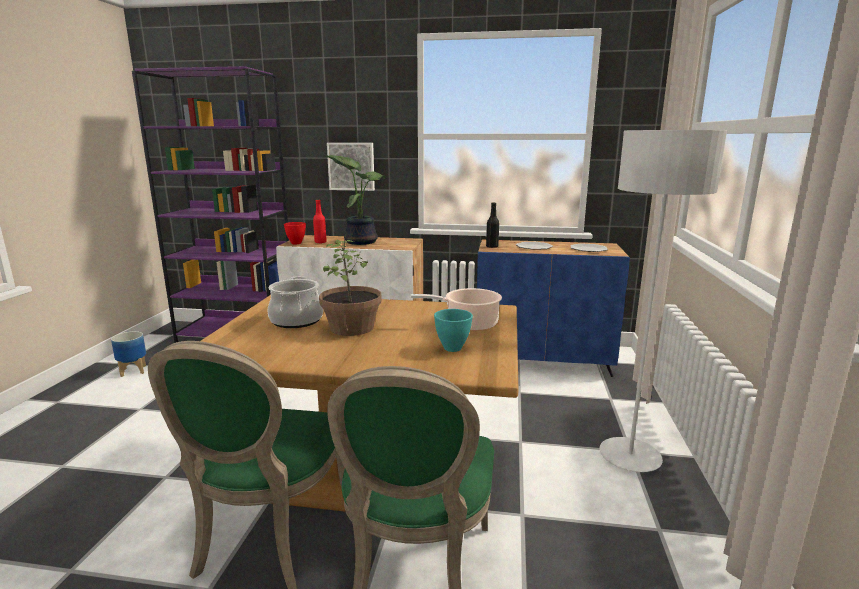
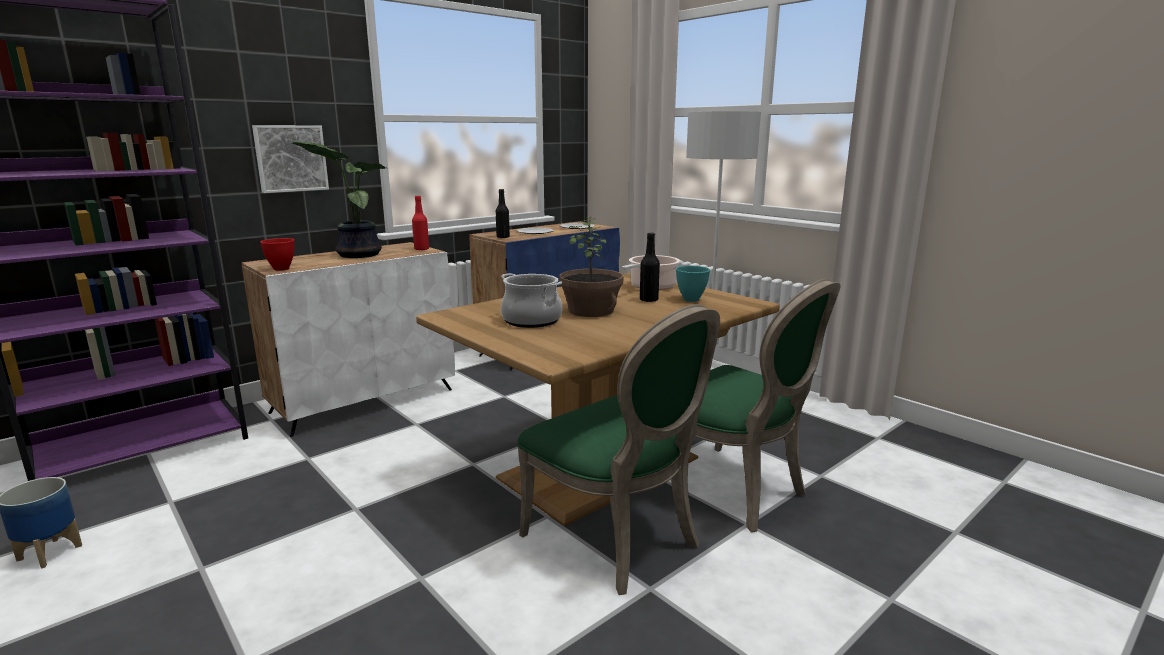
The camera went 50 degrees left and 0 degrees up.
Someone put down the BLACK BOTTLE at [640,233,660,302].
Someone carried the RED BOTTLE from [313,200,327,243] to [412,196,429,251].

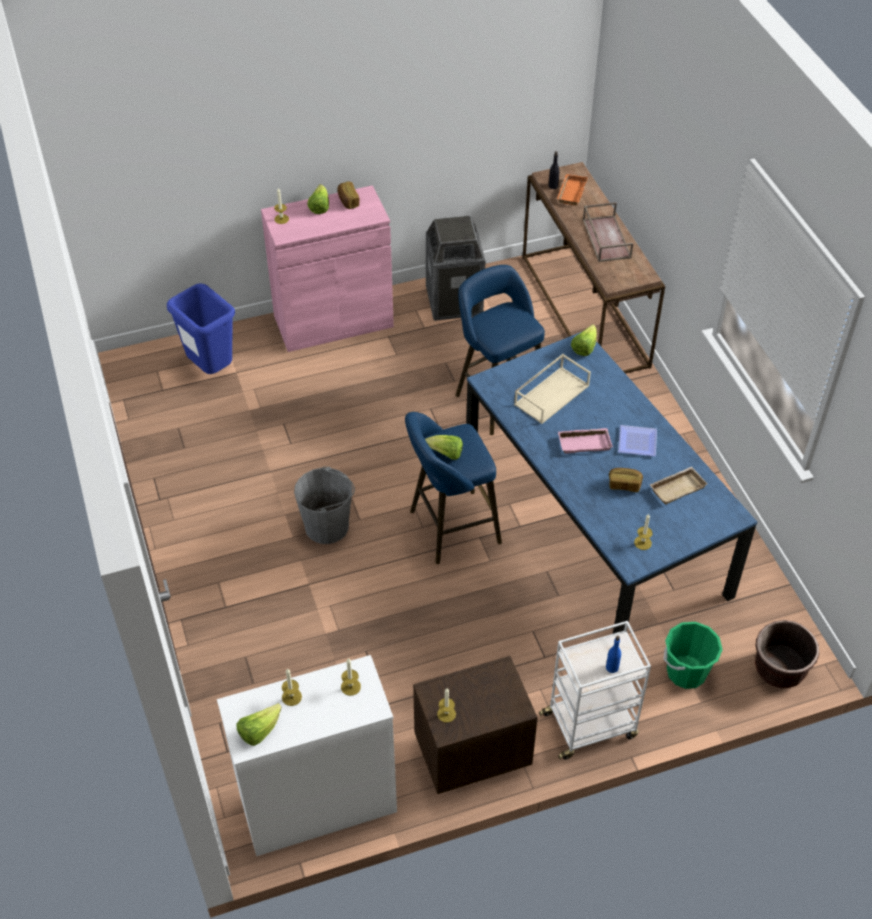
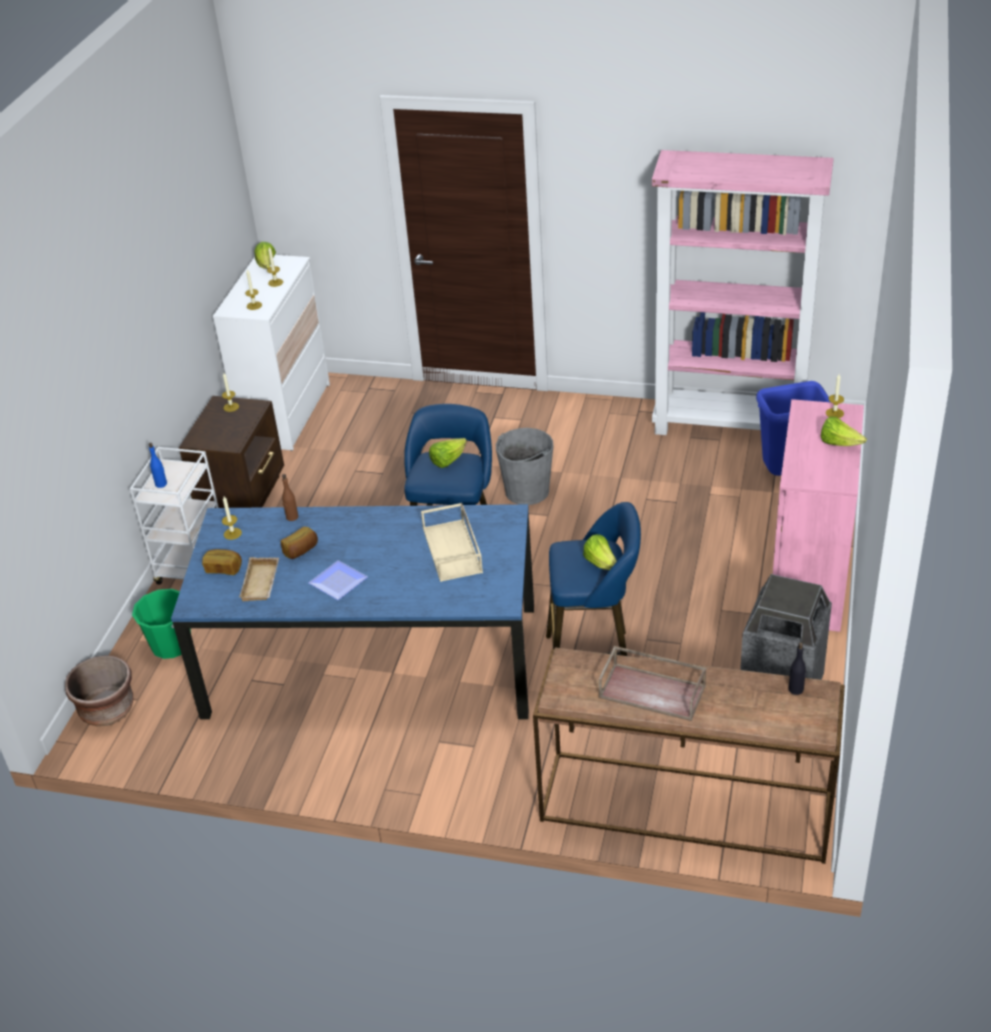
The camera went 125 degrees right and 10 degrees down.
Someone took away the ORANGE TRAY at [557,174,588,205].
Someone took away the PINK TRAY at [558,428,613,454].
Someone put down the BROWN BOTTLE at [282,474,298,521].
Someone put down the PINK BOOKCASE at [652,150,834,435].
Someone carried the BREAD from [337,182,360,209] to [202,549,242,575].
Someone carried the LETTUCE HEAD from [571,324,597,356] to [583,534,617,570].

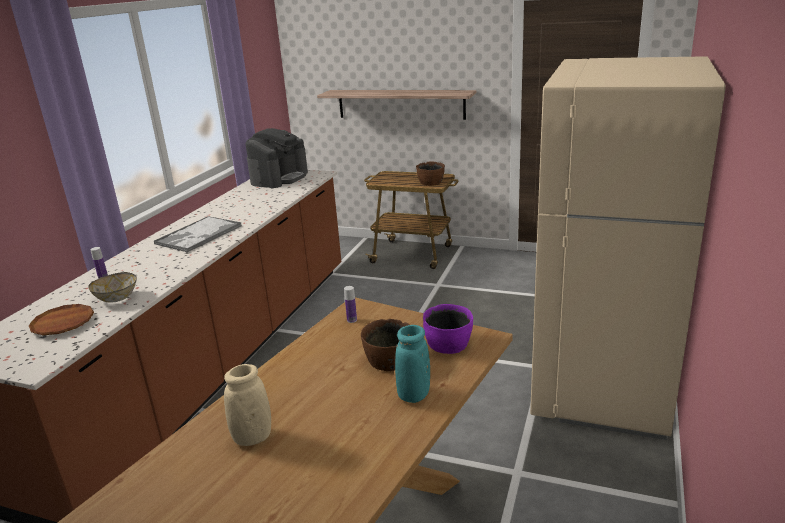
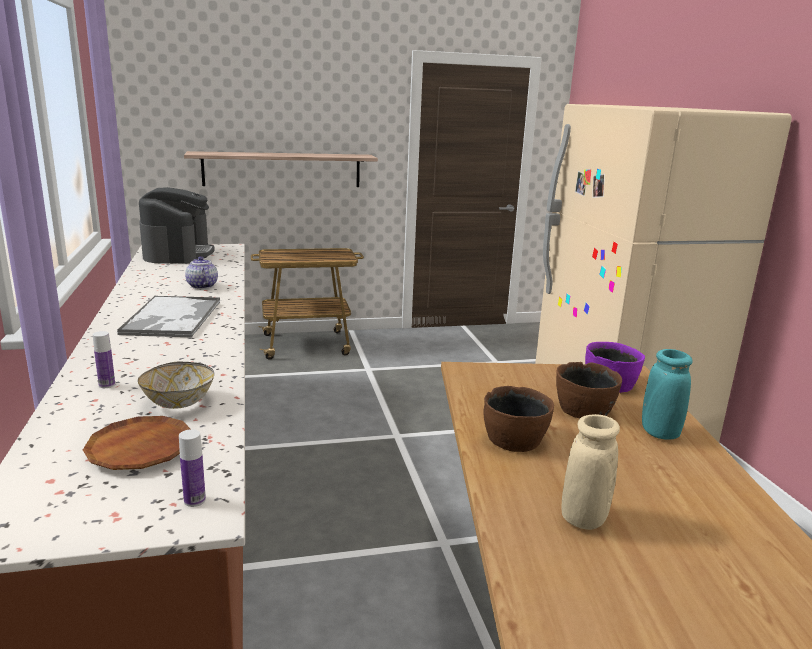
The camera went 35 degrees left and 5 degrees down.
Someone put down the POT FOR TEA at [185,256,218,289].
Someone carried the BOTTLE from [344,286,357,323] to [179,429,206,507].
Someone carried the BROWN BOWL from [416,162,445,186] to [483,386,554,452].

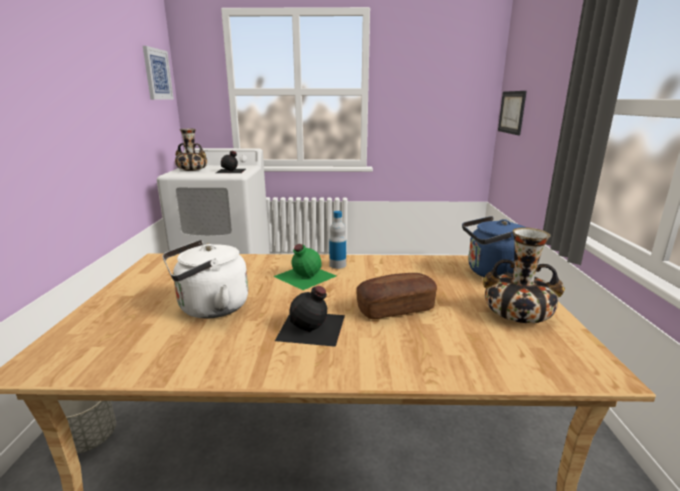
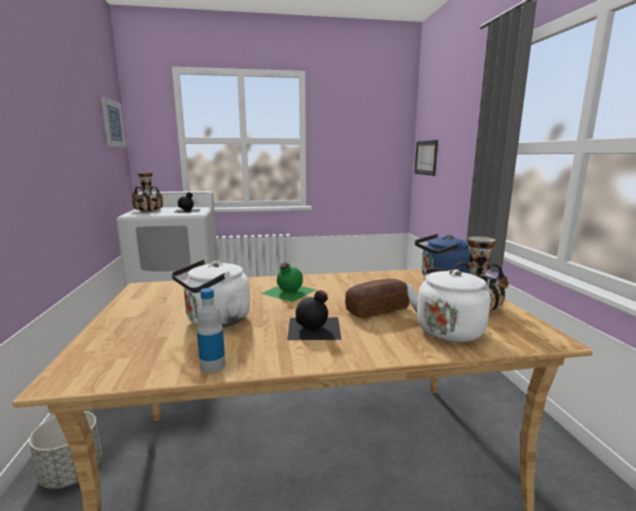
The camera went 10 degrees left and 5 degrees down.
Someone put down the WHITISH WATER KETTLE at [406,268,496,342].
Someone carried the BOTTLE from [329,211,346,269] to [197,288,225,373].

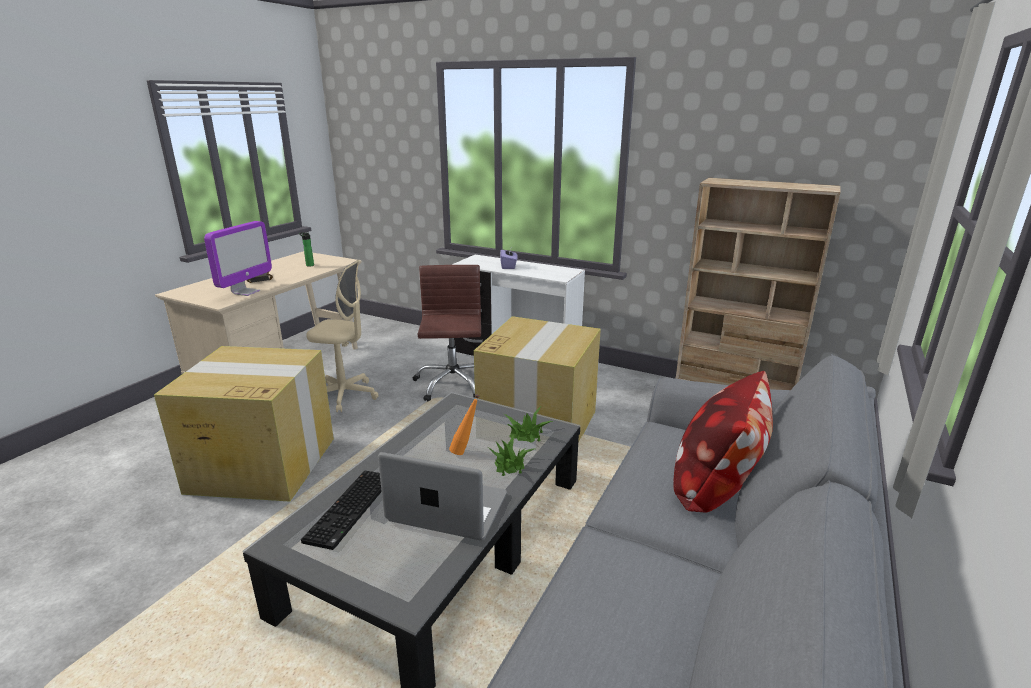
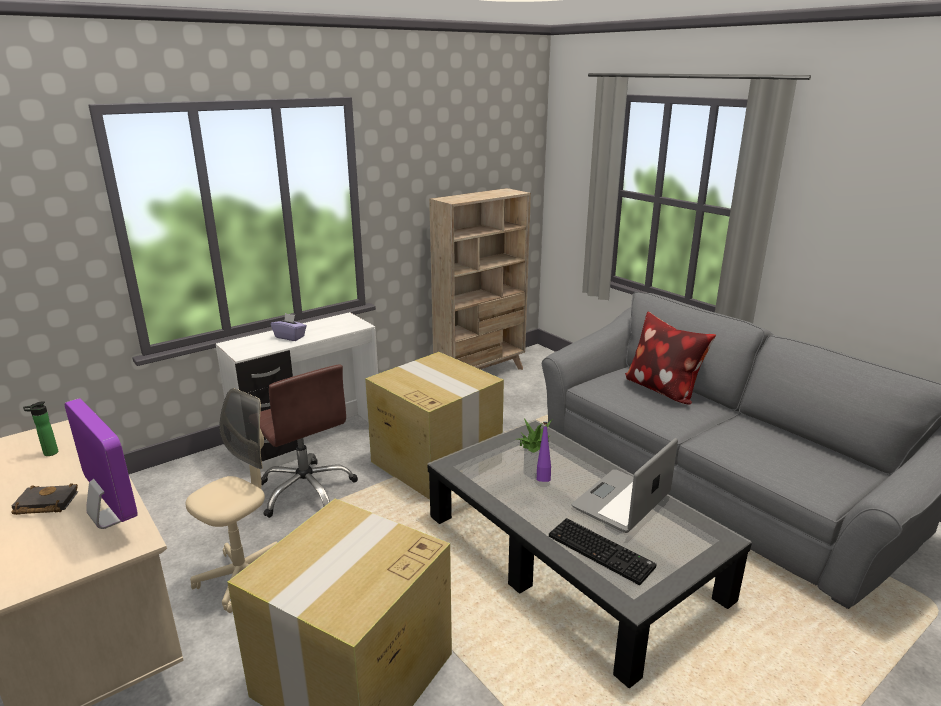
The camera went 65 degrees left and 0 degrees up.
Someone took away the POTTED PLANT at [489,435,534,476].
Someone repainted the ORANGE BOTTLE at [449,394,479,455], which became the PURPLISH BOTTLE at [537,422,551,482].
Someone rotated the BROWN COMPUTER CHAIR at [413,265,481,401] by 150 degrees counterclockwise.

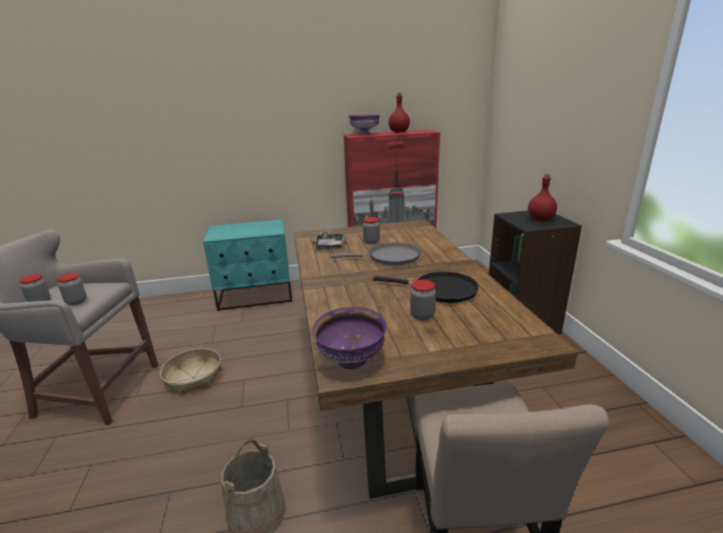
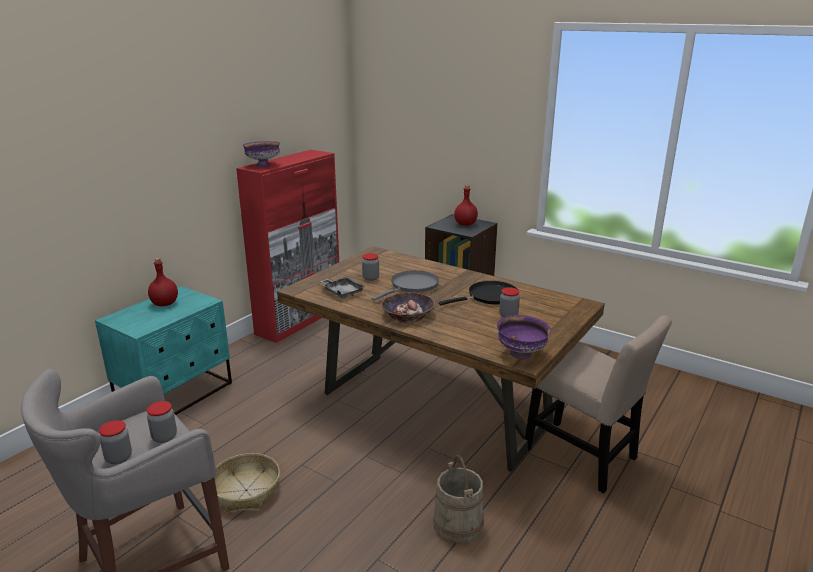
The camera went 45 degrees left and 0 degrees up.
Someone put down the BOWL at [381,292,435,323].
Someone carried the RED BOTTLE from [389,93,410,133] to [148,258,178,306].

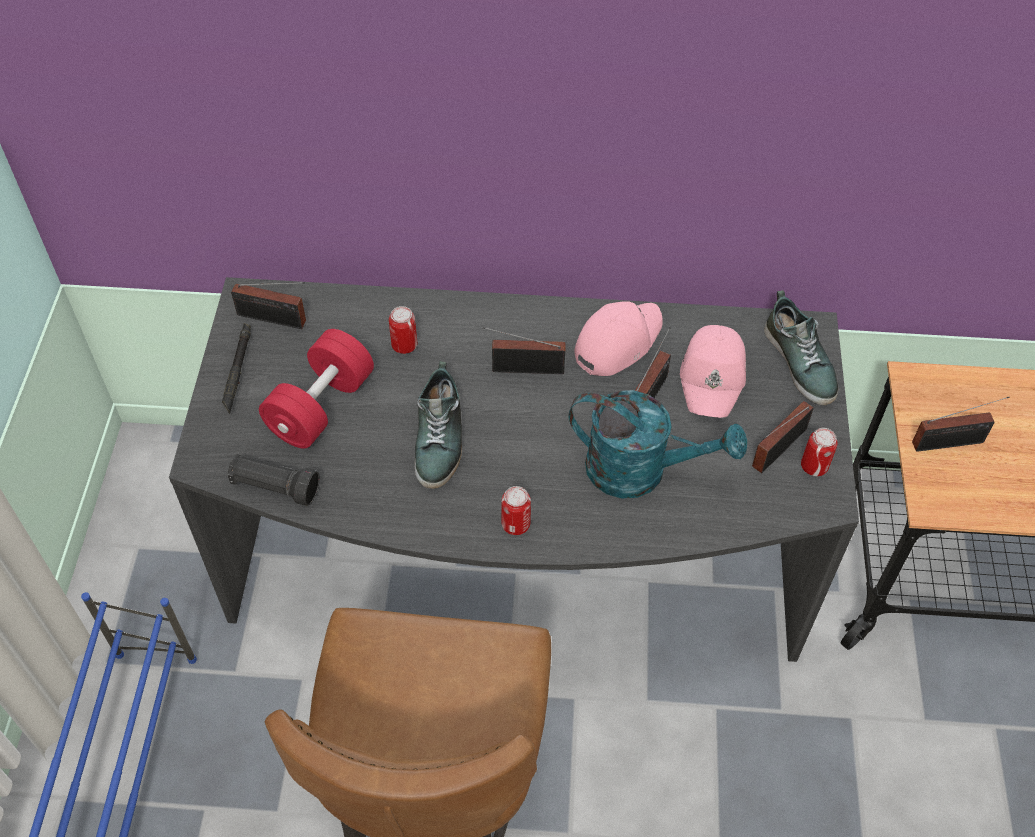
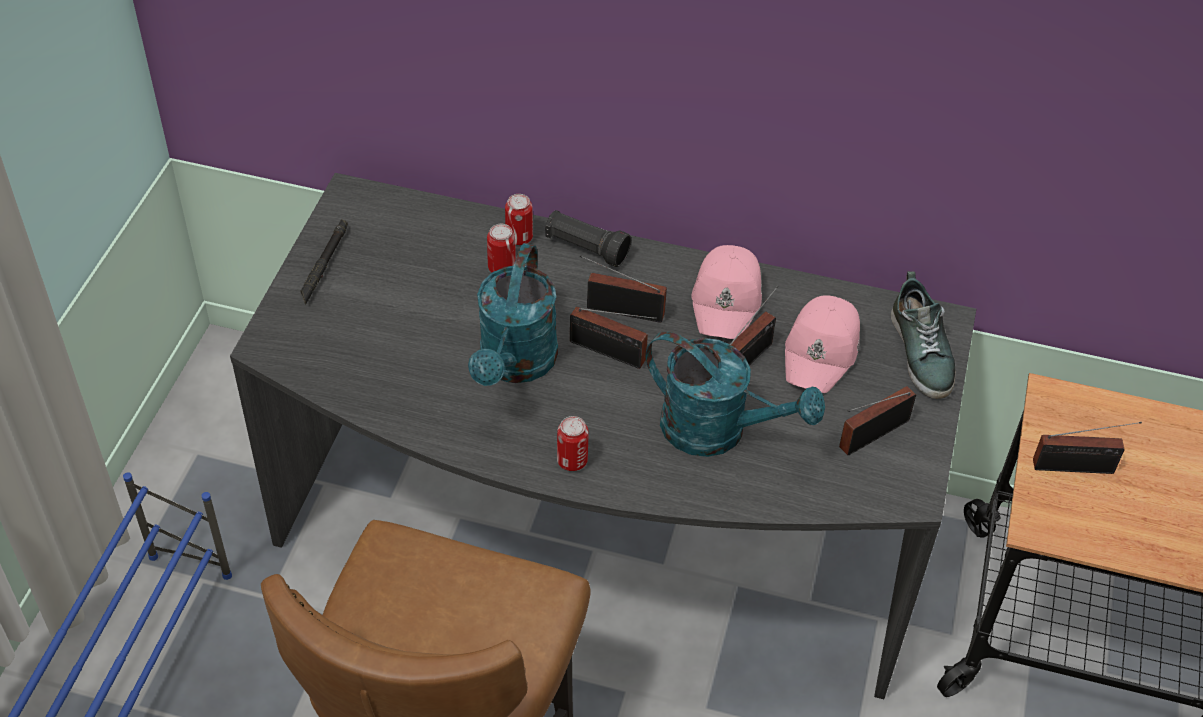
The camera went 10 degrees right and 5 degrees down.
Someone took away the RED FREE WEIGHT at [259,329,374,449].
Someone carried the BLACK FLASHLIGHT from [227,455,320,506] to [545,210,631,267].
Someone carried the RADIO RECEIVER from [231,282,306,329] to [570,307,657,369].
Someone carried the SEALED CAN from [801,428,838,476] to [505,194,533,245].
Someone swapped the LOW SHOE at [415,361,462,489] for the TURQUOISE WATERING CAN at [468,243,558,386].
Someone rotated the PINK BASEBALL CAP at [574,301,663,376] by 135 degrees clockwise.

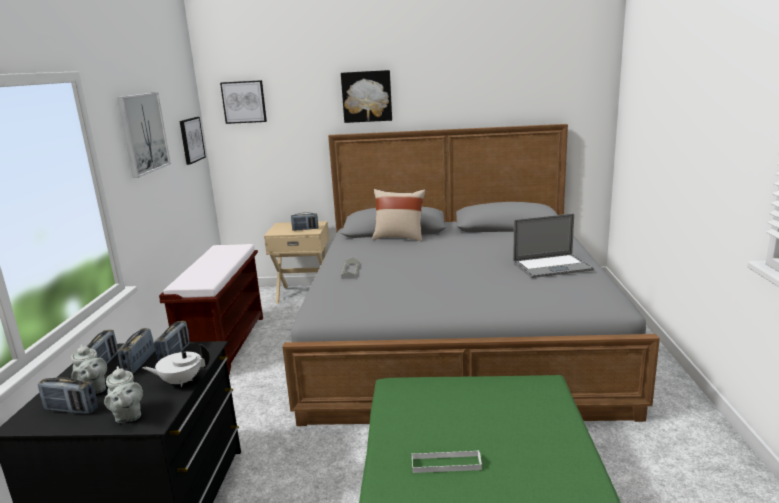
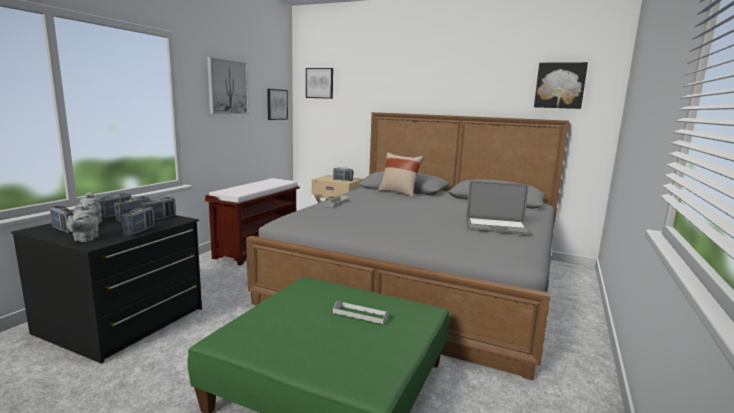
The camera went 20 degrees right and 5 degrees down.
Someone carried the PICTURE from [341,70,392,123] to [534,62,588,109].
Someone carried the WHITISH TRAY from [412,450,482,473] to [333,301,389,324].
Someone swapped the WHITISH POT FOR TEA at [142,344,210,387] for the RADIO RECEIVER at [122,206,154,236].

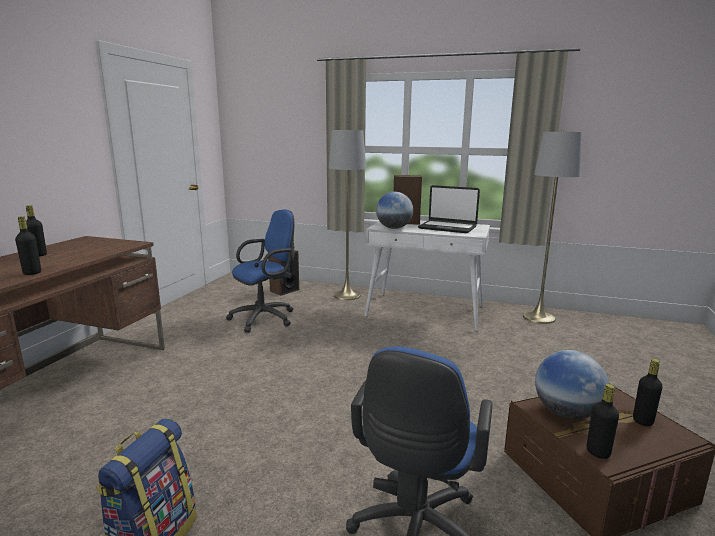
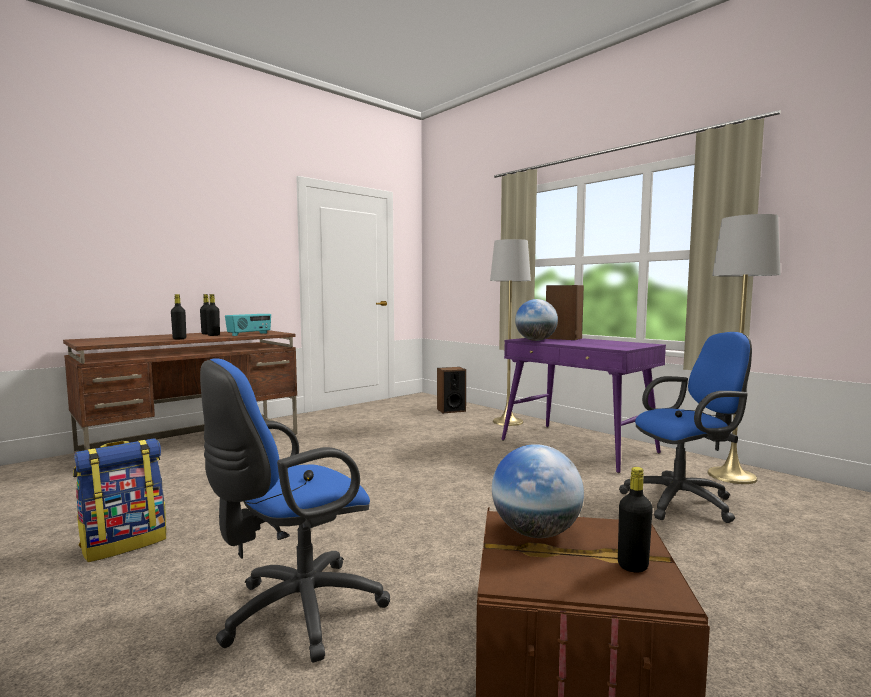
The camera went 30 degrees right and 10 degrees down.
Someone took away the PORTABLE COMPUTER at [418,185,480,233].
Someone put down the RADIO RECEIVER at [225,314,271,336].
Someone carried the BLUE COMPUTER CHAIR from [226,210,295,333] to [619,332,752,523].
Someone carried the BLACK BOTTLE from [587,384,619,459] to [206,294,220,336].
Someone repainted the WHITISH DESK TABLE at [365,220,490,331], which became the PURPLISH DESK TABLE at [501,338,666,473].

